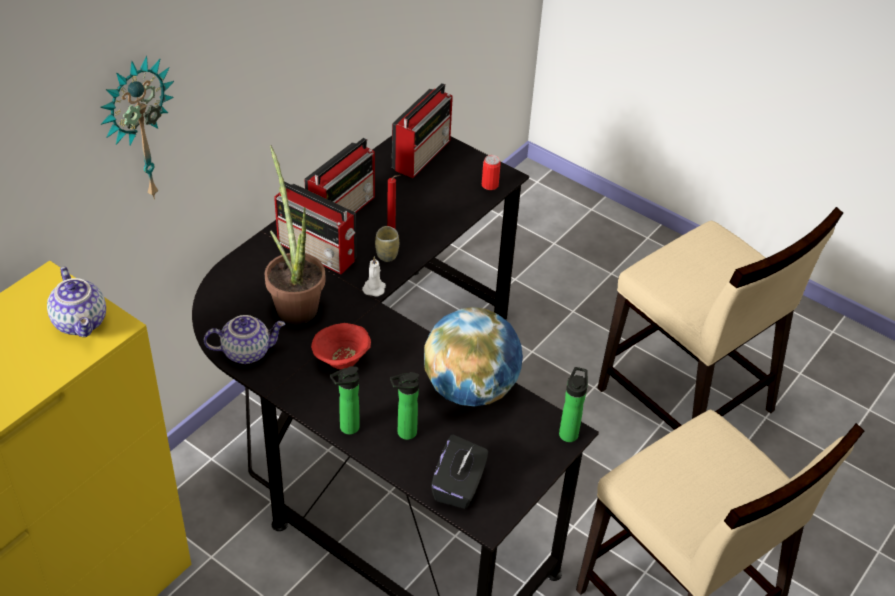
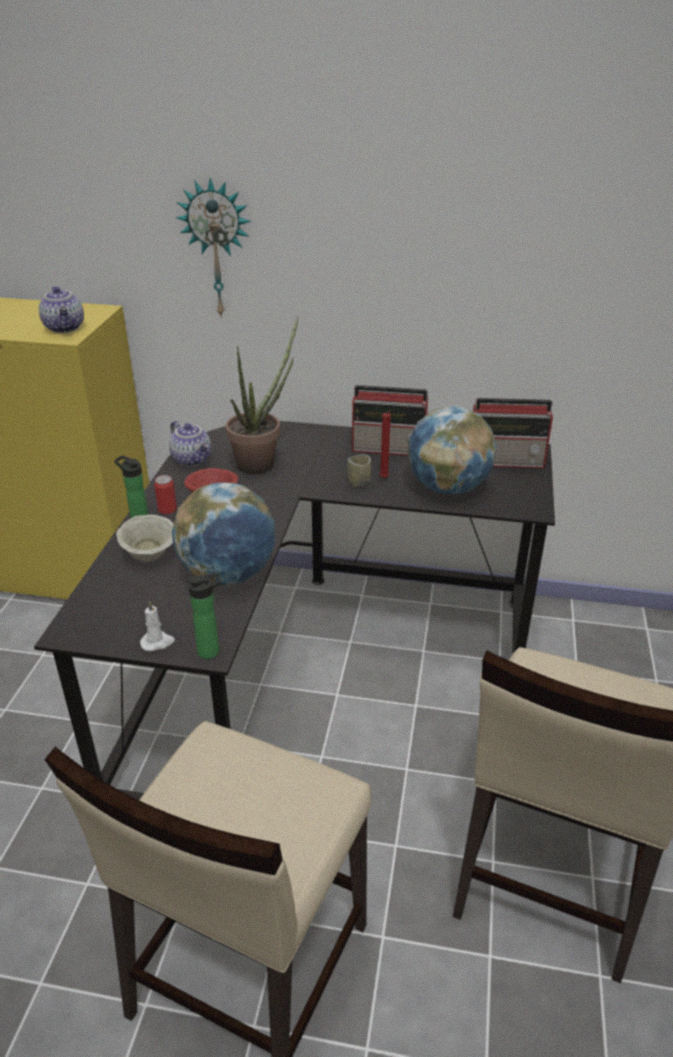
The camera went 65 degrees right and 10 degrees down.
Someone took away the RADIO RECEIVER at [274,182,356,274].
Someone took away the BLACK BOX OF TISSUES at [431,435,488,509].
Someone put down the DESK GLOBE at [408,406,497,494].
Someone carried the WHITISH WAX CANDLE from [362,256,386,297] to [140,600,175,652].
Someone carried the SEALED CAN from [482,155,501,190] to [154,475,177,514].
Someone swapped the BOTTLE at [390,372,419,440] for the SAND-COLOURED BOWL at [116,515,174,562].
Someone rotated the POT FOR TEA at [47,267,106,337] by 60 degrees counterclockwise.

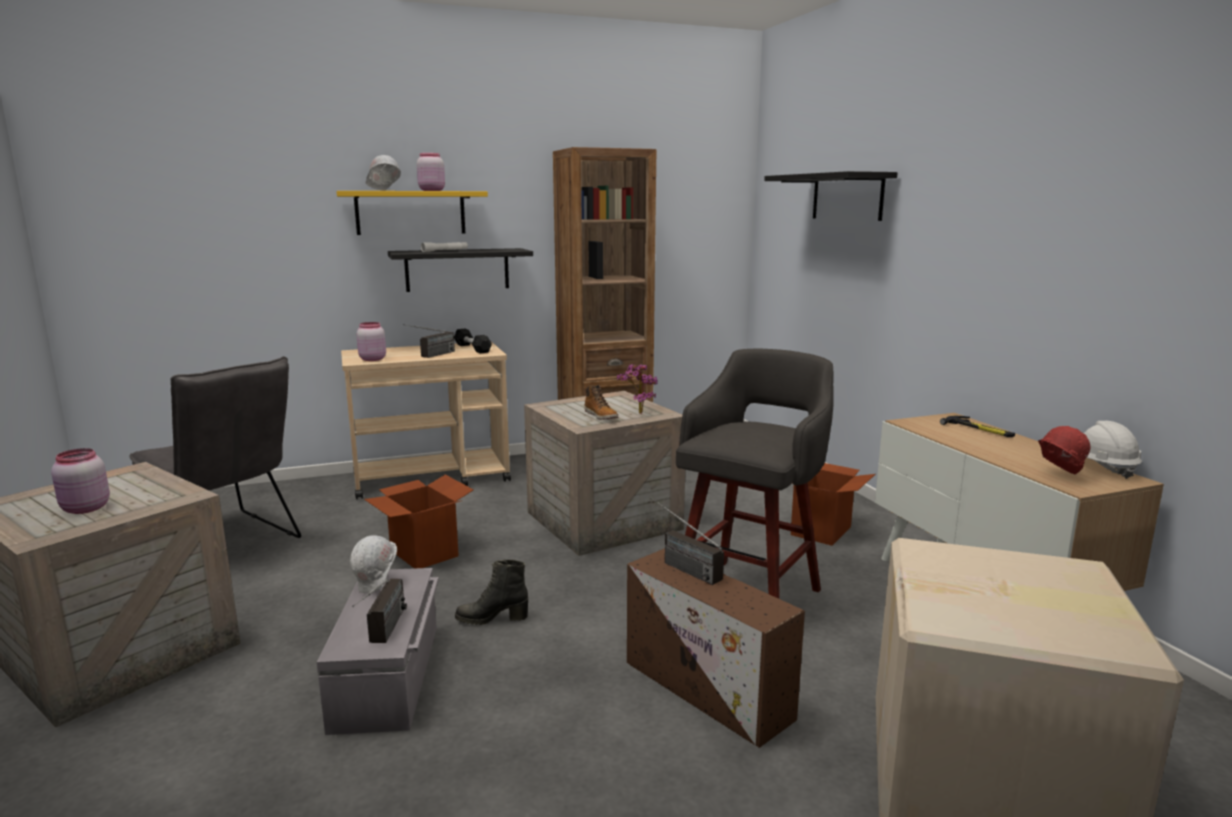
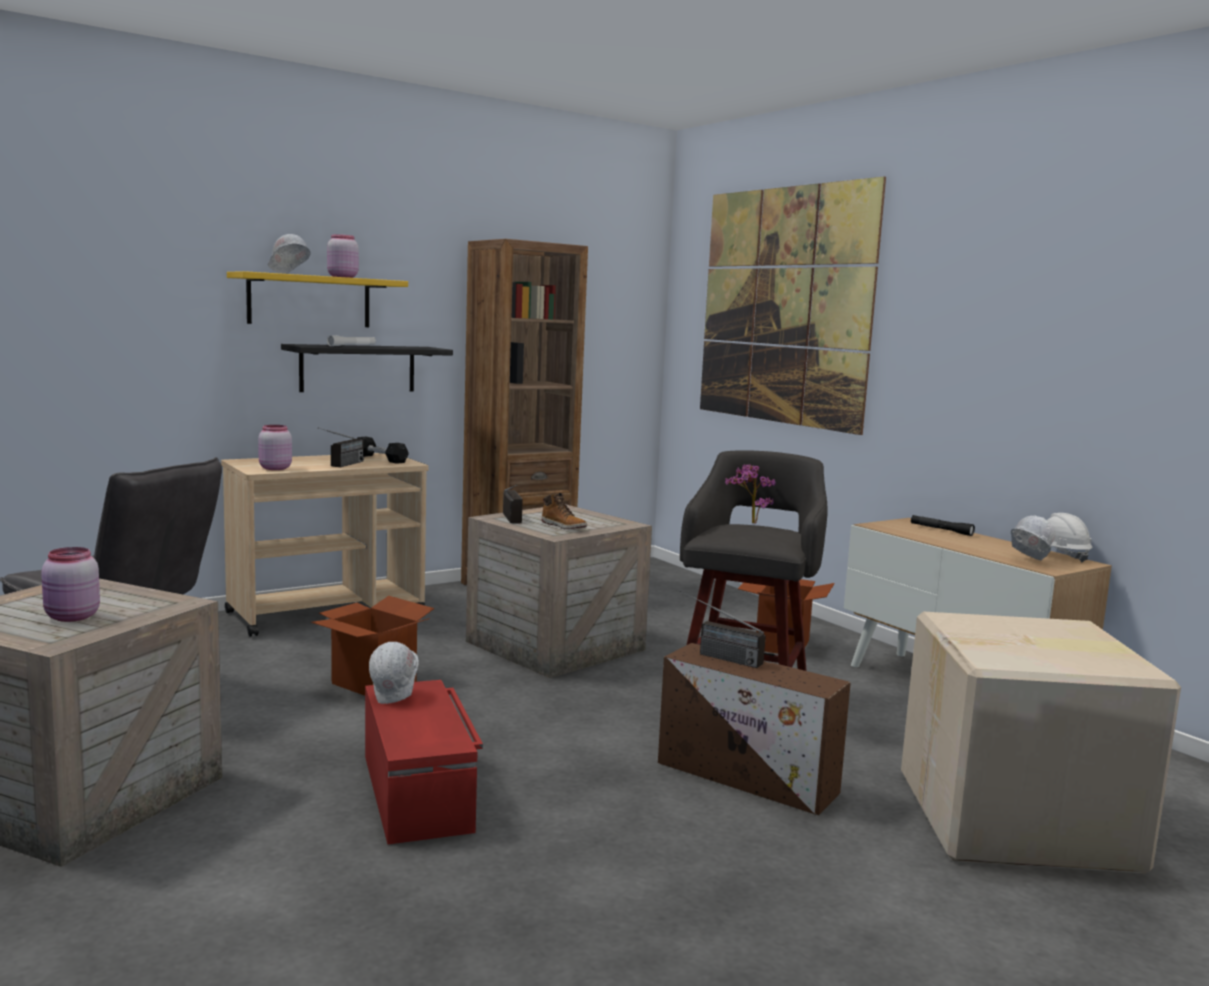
The camera went 15 degrees left and 5 degrees down.
Someone took away the BLACK HIGH-TOP BOOT at [455,560,528,625].
Someone carried the RADIO RECEIVER from [352,579,407,643] to [503,485,523,523].
Someone carried the POTTED PLANT from [617,364,658,414] to [725,464,776,524].
Someone swapped the BLACK WALL SHELF at [764,171,898,221] for the PICTURE at [700,177,886,435].
Someone swapped the HAND HAMMER at [940,416,1015,437] for the BLACK FLASHLIGHT at [911,515,975,536].
Someone repainted the GREYISH STORAGE BOX at [317,568,439,735], which became the RED STORAGE BOX at [365,680,483,845].
Someone repainted the RED HARD HAT at [1038,426,1090,475], which became the WHITISH HARD HAT at [1011,516,1055,560].

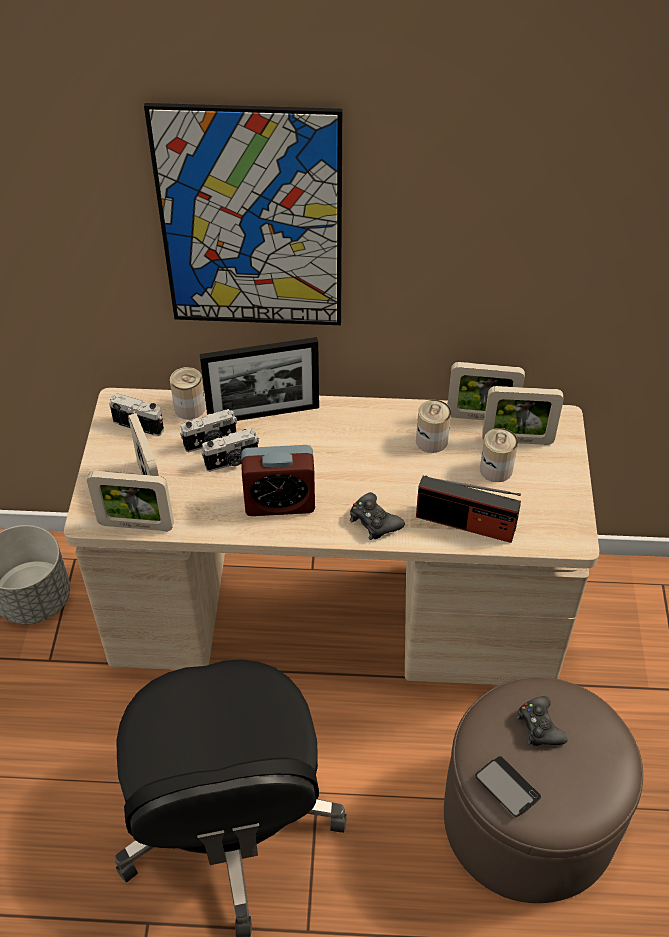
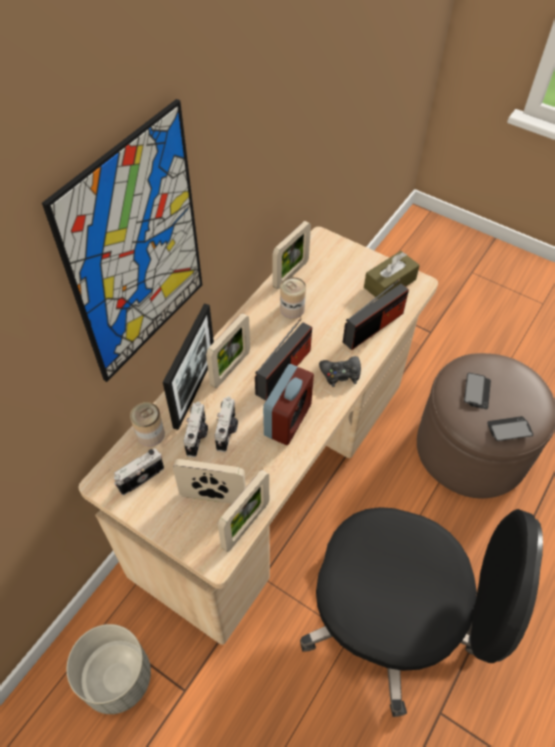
The camera went 60 degrees left and 5 degrees up.
Someone took away the SEALED CAN at [480,428,518,482].
Someone put down the RADIO RECEIVER at [255,318,312,401].
Someone put down the BROWN BOX OF TISSUES at [364,251,420,299].
Someone carried the PICTURE FRAME from [482,386,564,445] to [206,313,250,388].
Someone swapped the BLACK JOYPAD at [516,696,568,746] for the TELEPHONE at [464,373,491,409].

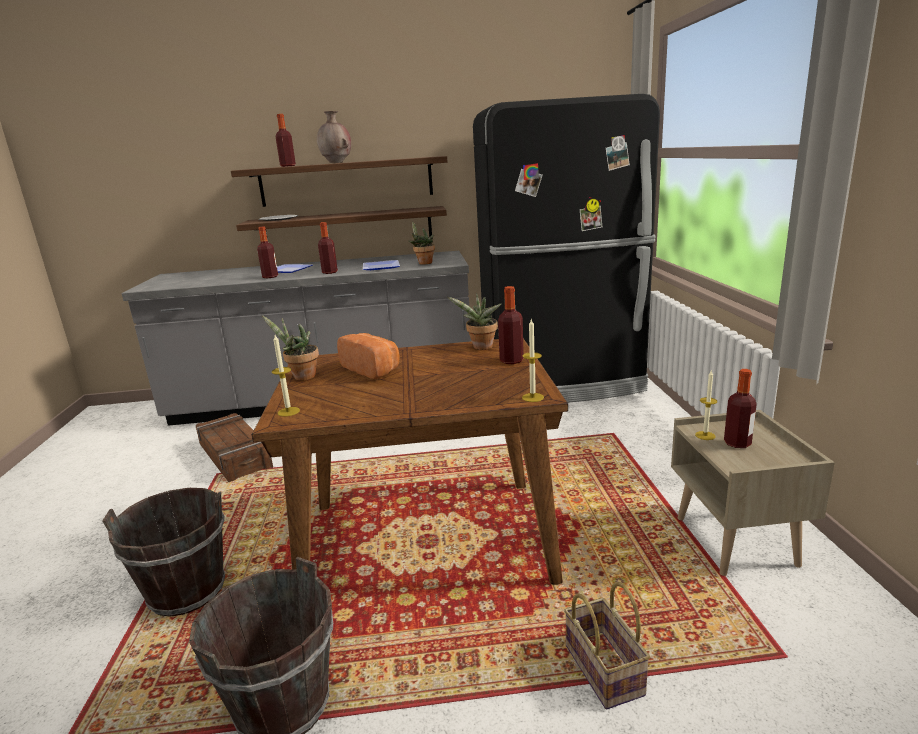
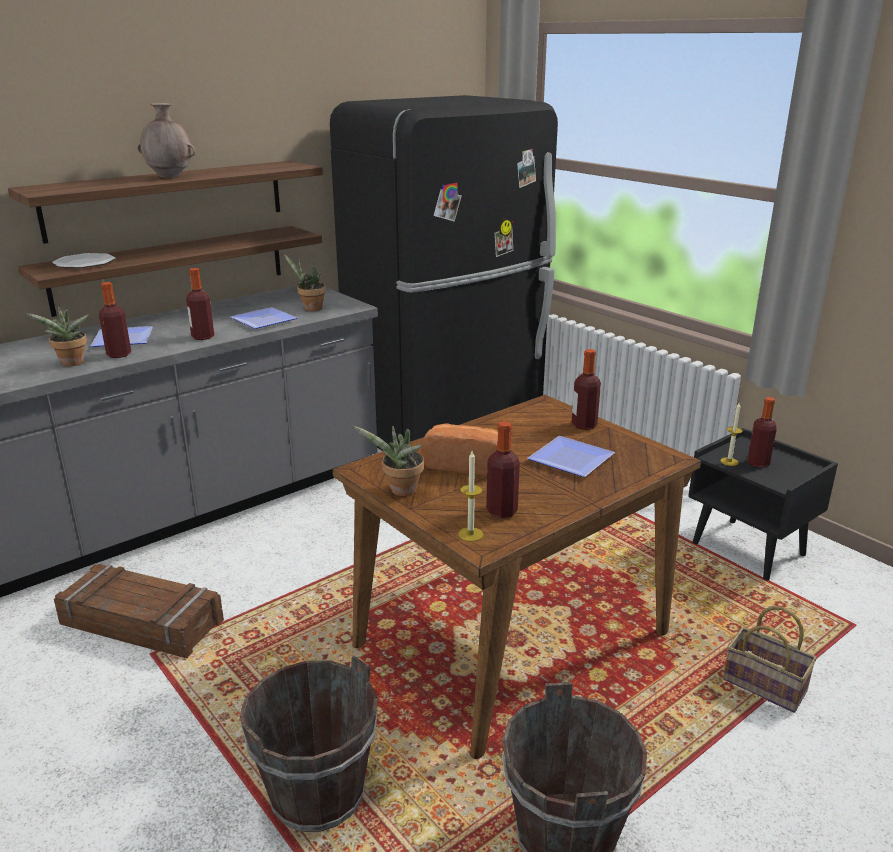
The camera went 35 degrees left and 5 degrees up.
Someone took away the WAX CANDLE at [522,319,544,402].
Someone put down the DINNER PLATE at [528,436,615,477].
Someone carried the BOTTLE from [276,114,296,167] to [486,421,520,518].
Someone carried the POTTED PLANT from [447,293,501,350] to [24,306,89,366].
Someone repainted the SAND-COLOURED NIGHTSTAND at [671,410,835,576], which became the BLACK NIGHTSTAND at [688,428,838,581].

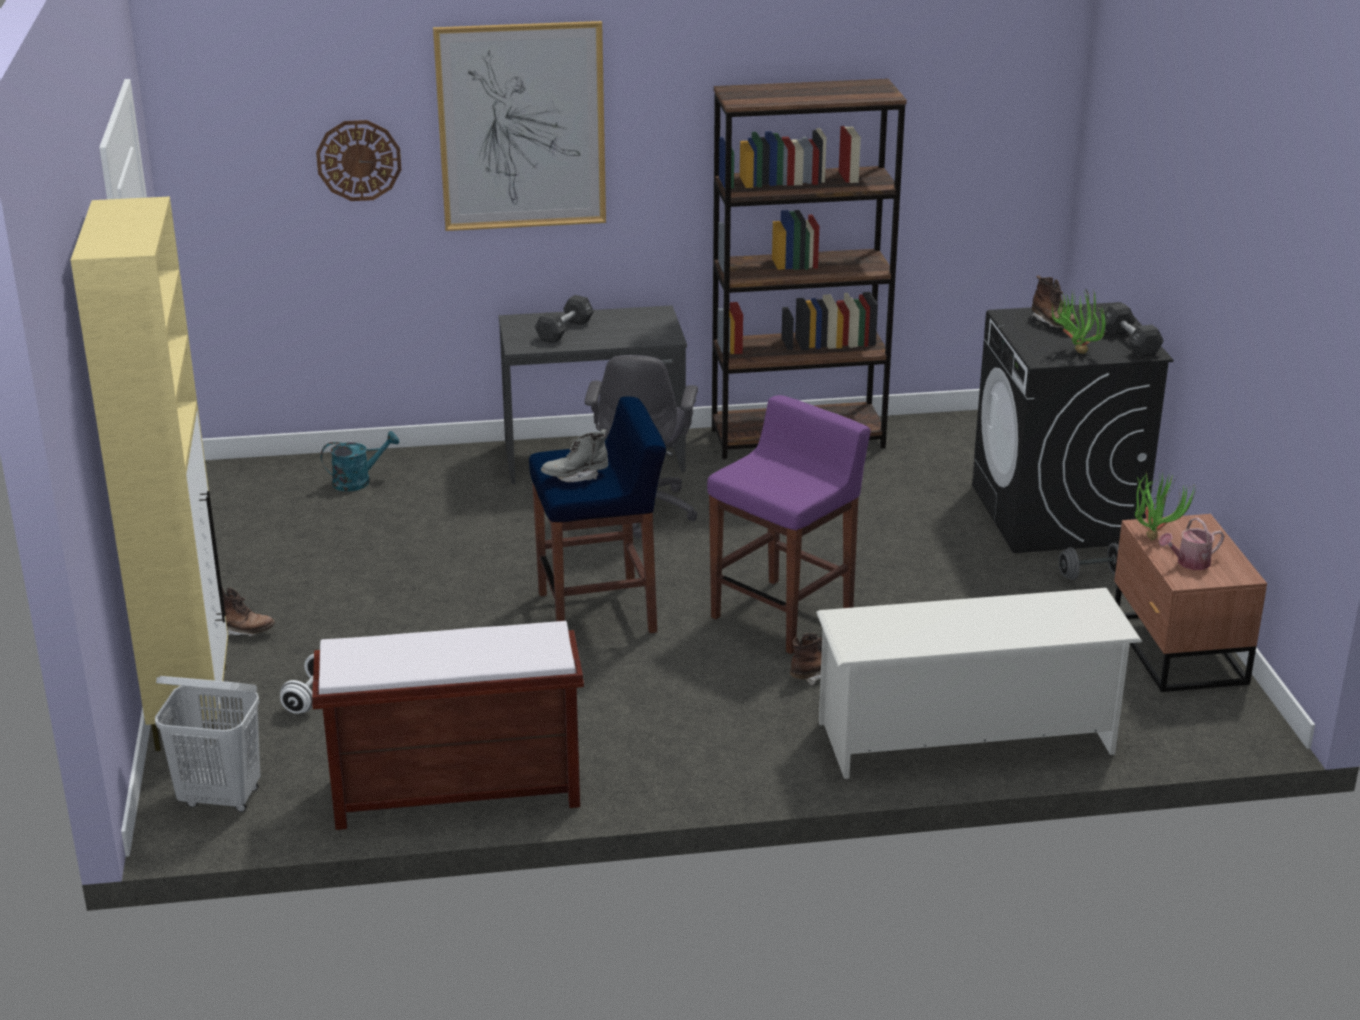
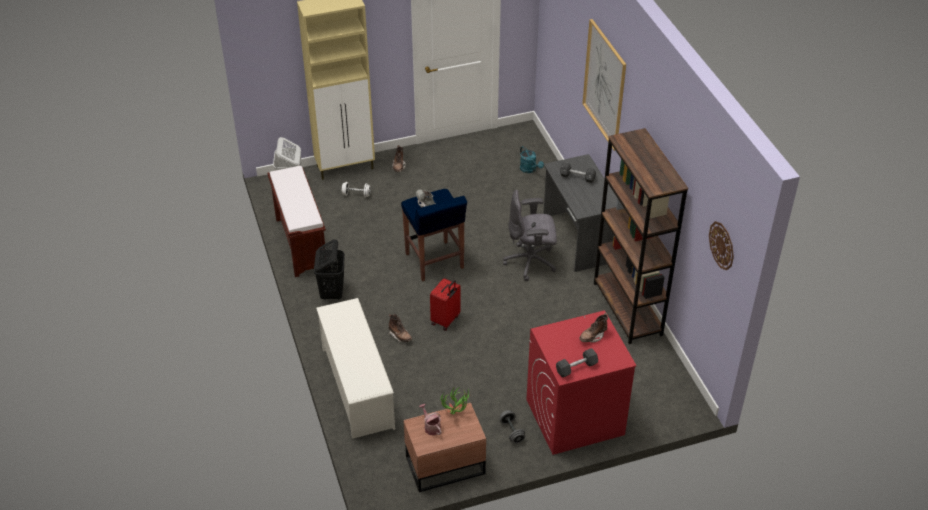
The camera went 80 degrees right and 15 degrees up.
Someone took away the POTTED PLANT at [1052,289,1108,354].
Someone put down the BLACK LAUNDRY BASKET at [314,239,345,300].
Someone carried the HANGING CLOCK from [316,120,402,201] to [709,221,734,270].
Someone swapped the PURPLISH STOOL at [707,395,871,654] for the RED SUITCASE at [430,278,461,331].
Someone repainted the BLACK LAUNDRY MACHINE at [972,302,1174,553], which became the RED LAUNDRY MACHINE at [527,310,637,455].

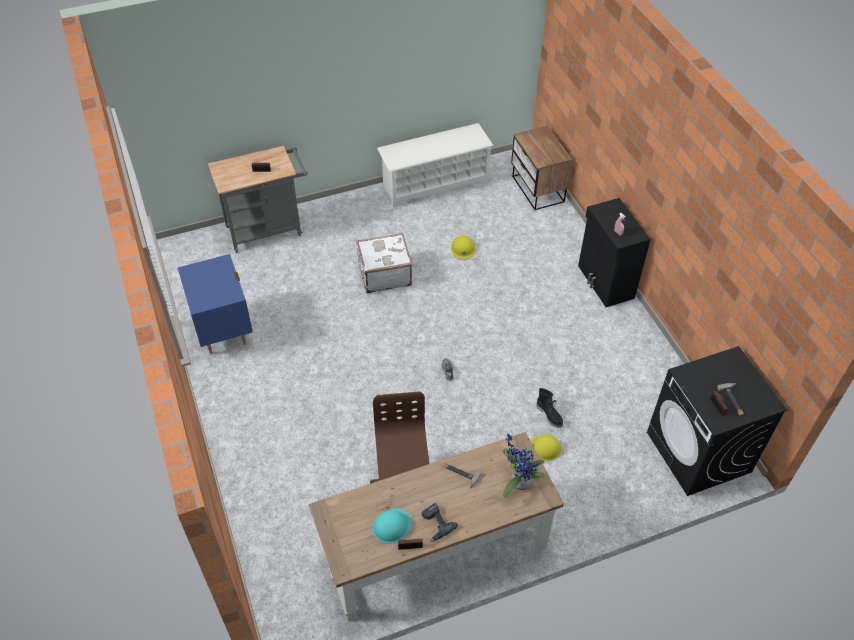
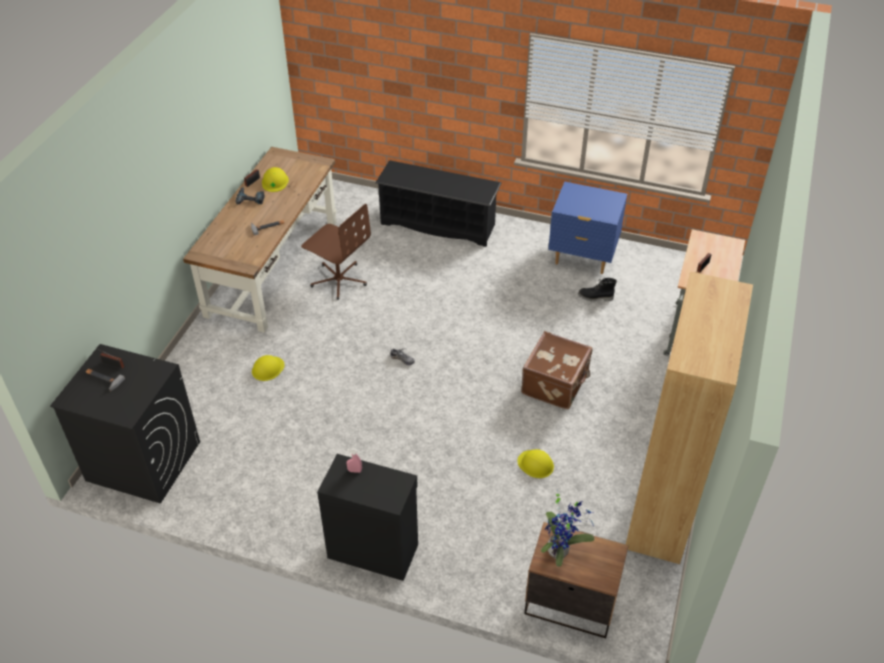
The camera went 130 degrees right and 5 degrees down.
Someone put down the BLACK SHOE RACK at [375,160,502,247].
Someone carried the POTTED PLANT from [503,434,545,498] to [541,493,594,567].
Someone carried the BLACK HIGH-TOP BOOT from [536,388,563,428] to [578,278,617,301].
Someone swapped the WHITISH SHOE RACK at [377,123,494,208] for the BROWN BOOKCASE at [626,272,753,564].
Someone repainted the WHITISH SUITCASE at [356,233,412,293], which became the BROWN SUITCASE at [521,331,592,409].
Someone repainted the TURQUOISE HARD HAT at [373,509,412,544], which became the YELLOW HARD HAT at [262,167,289,192].

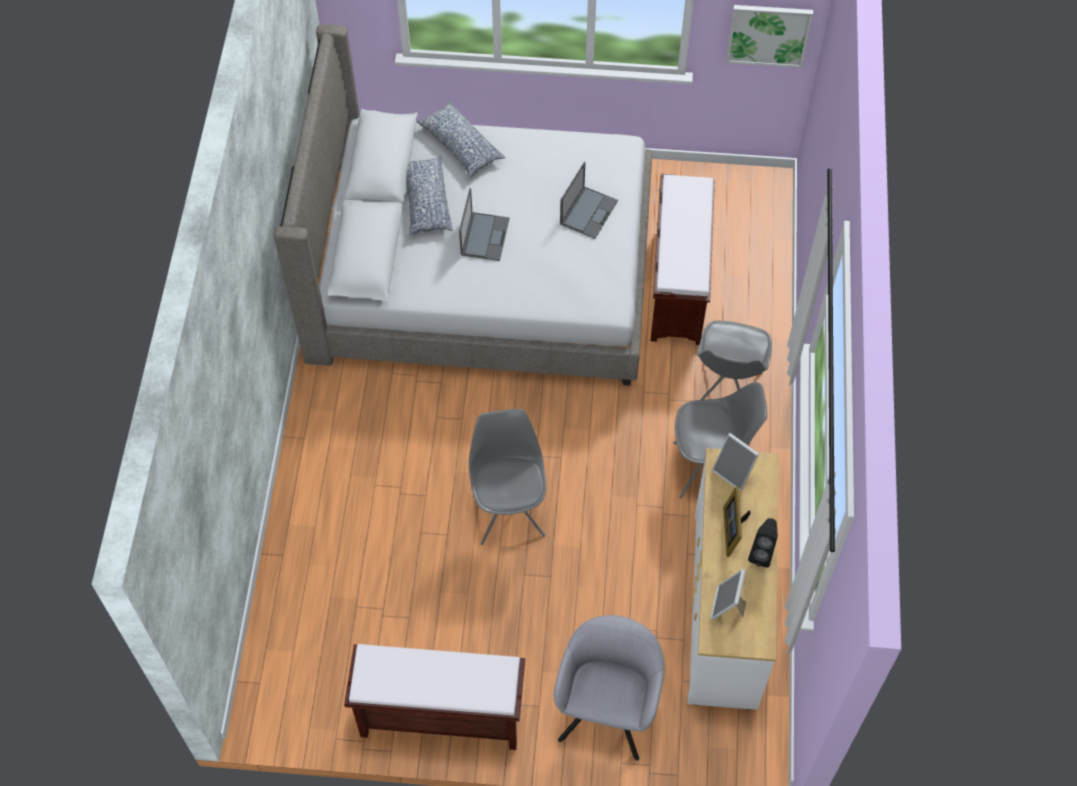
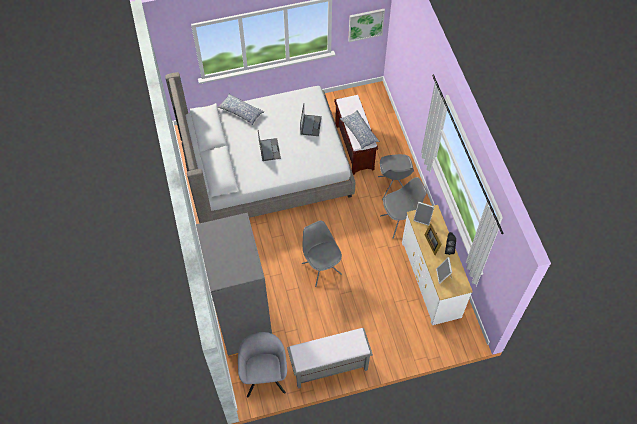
The camera went 20 degrees left and 0 degrees up.
Someone put down the GREYISH ARMOIRE at [196,213,272,356].
Someone carried the THROW PILLOW from [406,156,453,234] to [340,111,380,149].
Someone carried the GREYISH ARMCHAIR from [554,615,664,761] to [238,332,287,398].
Someone repainted the BROWN BENCH at [344,644,525,750], which became the GREYISH BENCH at [287,328,373,389].

